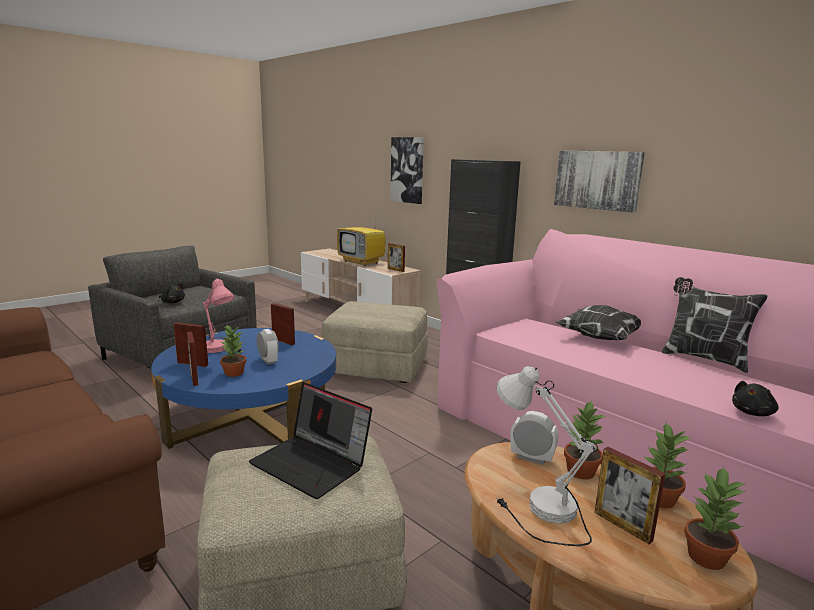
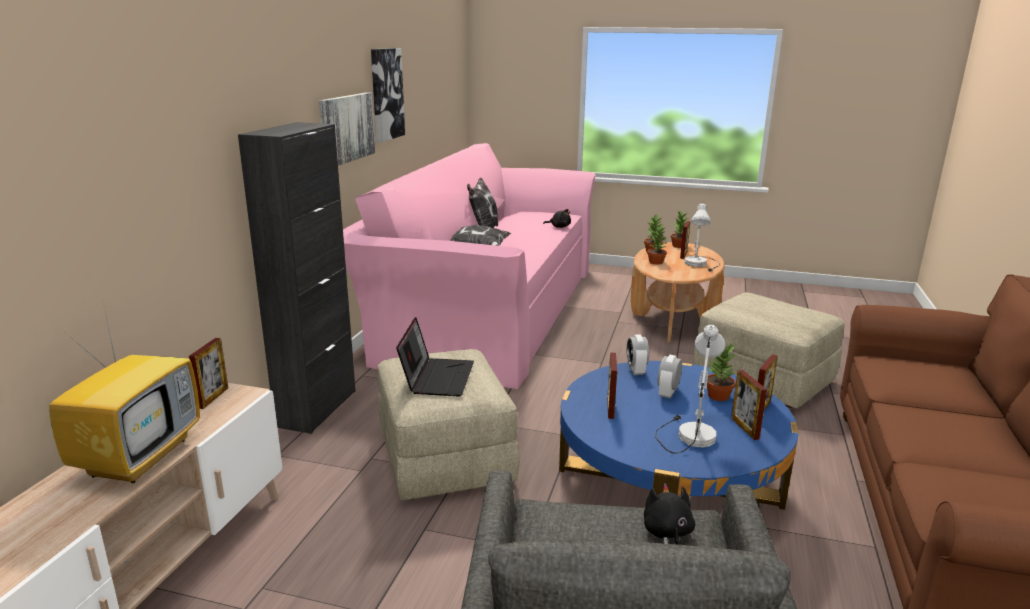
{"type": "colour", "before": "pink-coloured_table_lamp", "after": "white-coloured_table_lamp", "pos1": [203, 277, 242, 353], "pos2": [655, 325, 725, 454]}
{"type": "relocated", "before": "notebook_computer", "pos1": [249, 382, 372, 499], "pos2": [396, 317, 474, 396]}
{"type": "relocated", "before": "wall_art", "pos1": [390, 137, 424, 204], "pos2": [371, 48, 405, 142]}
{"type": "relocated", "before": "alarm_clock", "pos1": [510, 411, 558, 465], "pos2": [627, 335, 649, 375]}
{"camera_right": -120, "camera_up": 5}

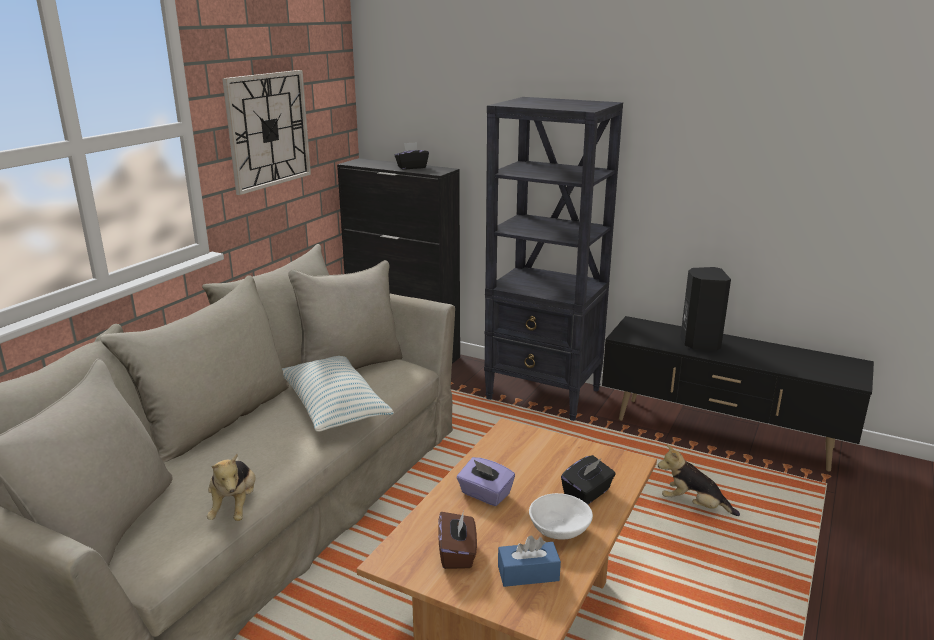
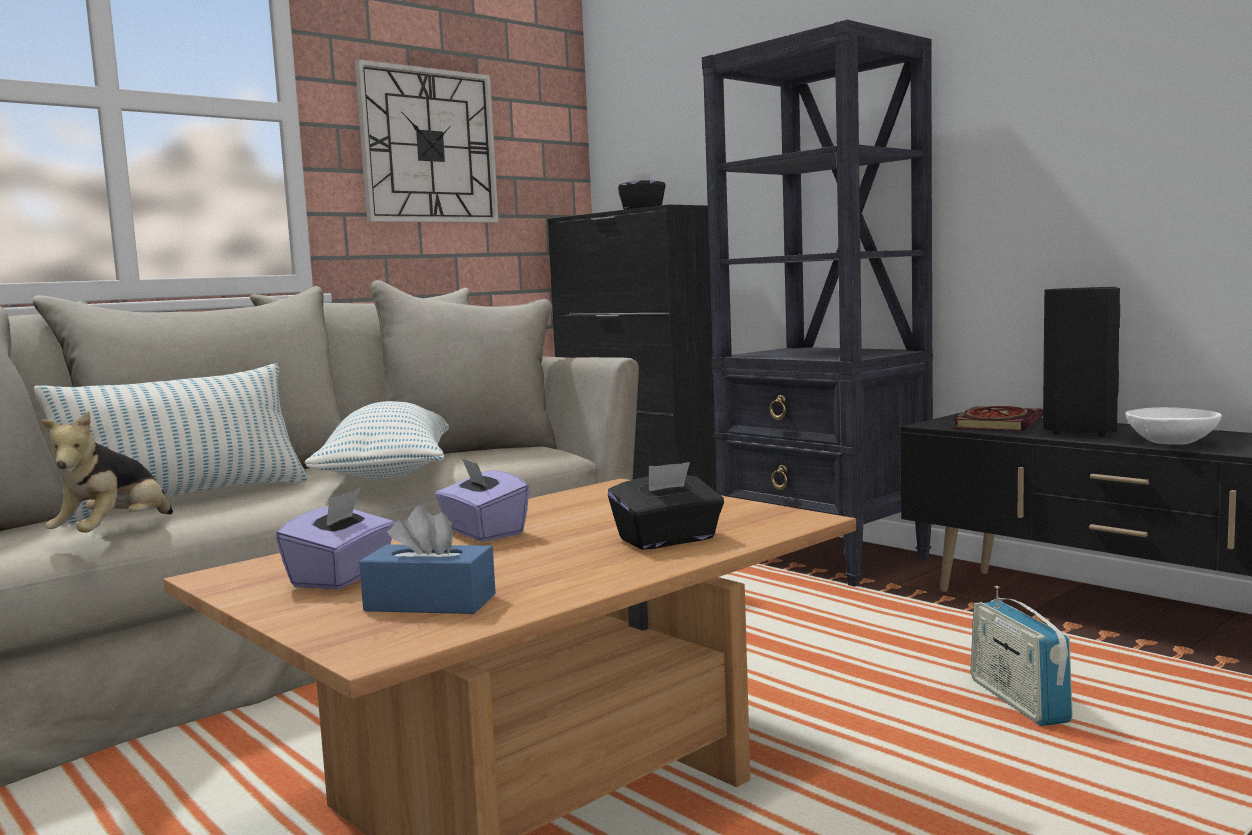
{"type": "colour", "before": "brown-coloured_box_of_tissues", "after": "purple_box_of_tissues", "pos1": [438, 511, 477, 569], "pos2": [276, 488, 395, 590]}
{"type": "relocated", "before": "white-coloured_deep_dish", "pos1": [529, 493, 593, 540], "pos2": [1125, 407, 1222, 445]}
{"type": "exchanged", "before": "plush_toy", "after": "radio_receiver", "pos1": [658, 445, 740, 516], "pos2": [970, 586, 1073, 726]}
{"type": "appeared", "after": "throw_pillow", "pos2": [34, 363, 308, 525]}
{"type": "appeared", "after": "bound_book", "pos2": [953, 406, 1043, 431]}
{"camera_right": 20, "camera_up": -15}

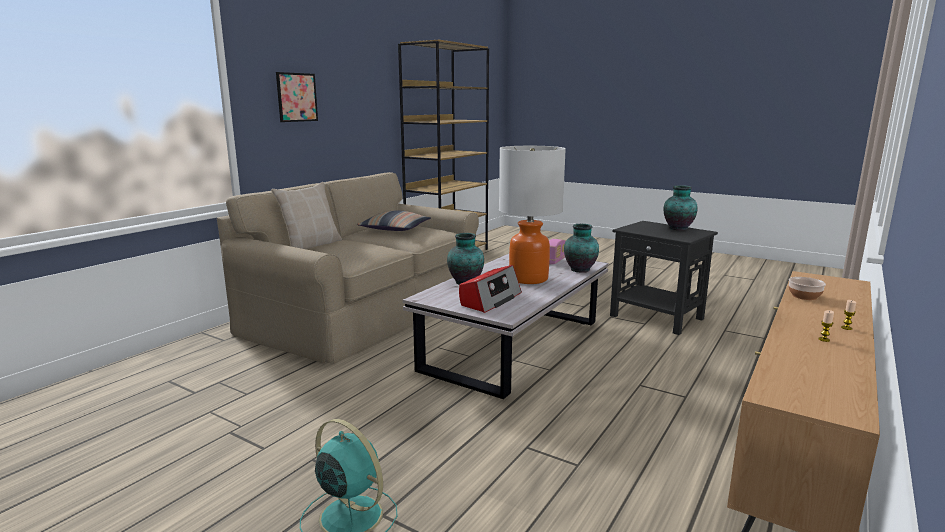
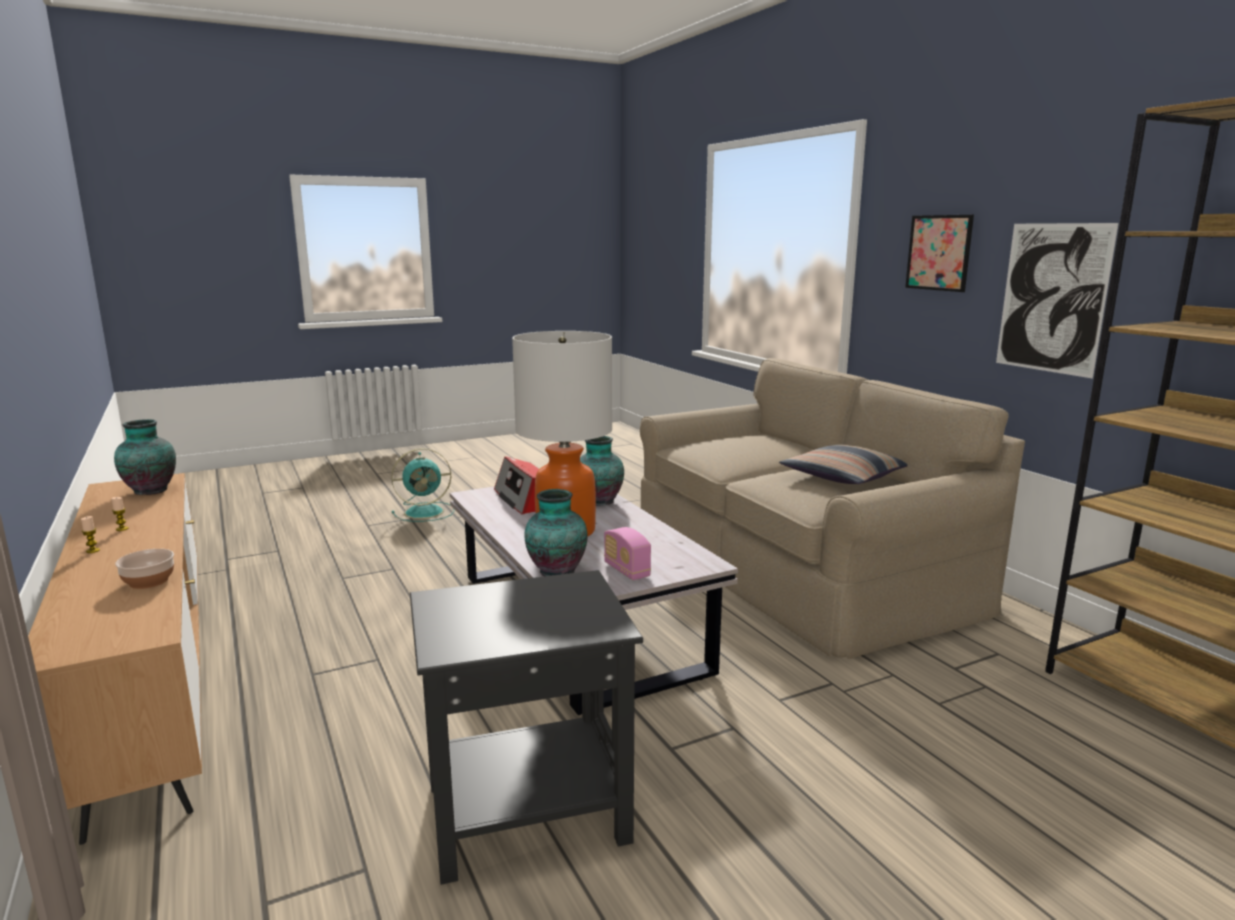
{"type": "missing", "before": "beige_throw_pillow", "pos1": [271, 182, 342, 249]}
{"type": "relocated", "before": "decorative_vase", "pos1": [663, 185, 698, 231], "pos2": [114, 419, 176, 495]}
{"type": "appeared", "after": "wall_art", "pos2": [996, 223, 1119, 379]}
{"camera_right": 120, "camera_up": 0}

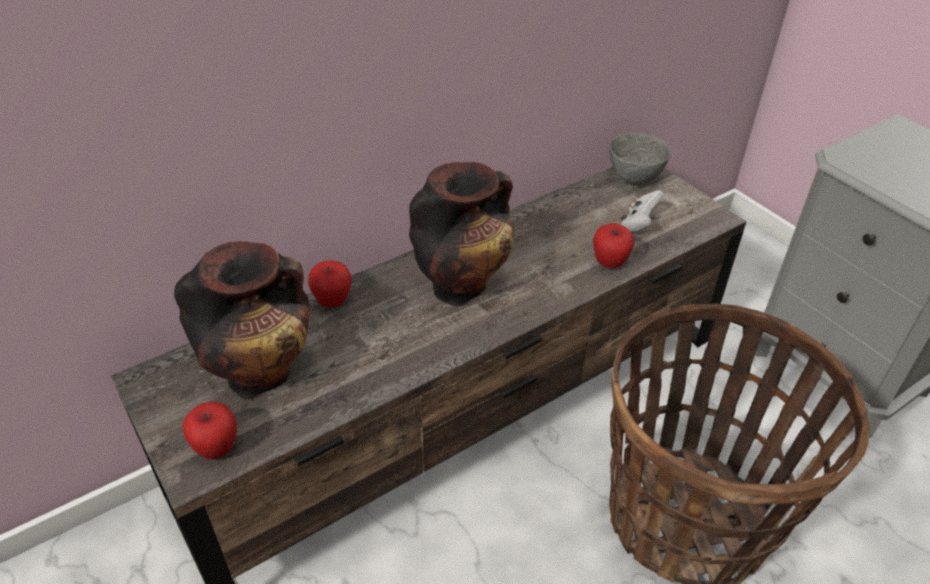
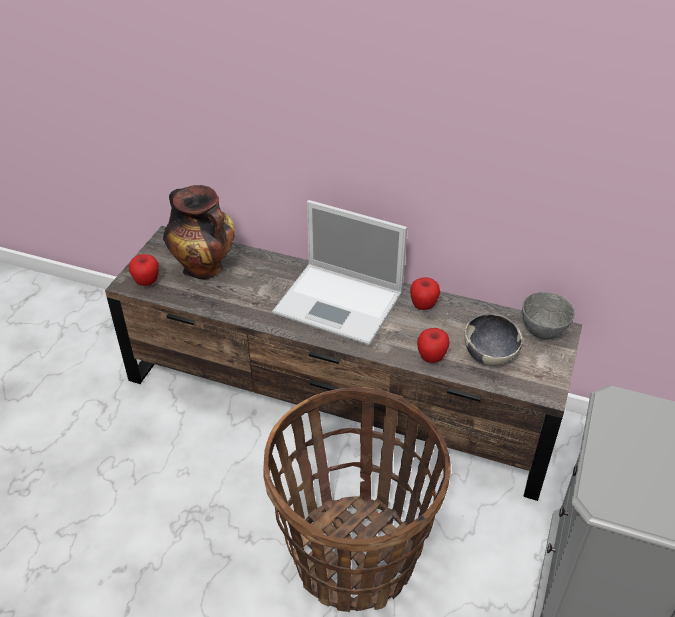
{"type": "relocated", "before": "whole_apple", "pos1": [308, 260, 352, 308], "pos2": [410, 277, 440, 310]}
{"type": "exchanged", "before": "decorative_vase", "after": "notebook_computer", "pos1": [409, 162, 514, 306], "pos2": [272, 200, 407, 346]}
{"type": "exchanged", "before": "white-coloured_game_controller", "after": "deep_dish", "pos1": [620, 190, 664, 232], "pos2": [465, 314, 523, 365]}
{"camera_right": 55, "camera_up": 0}

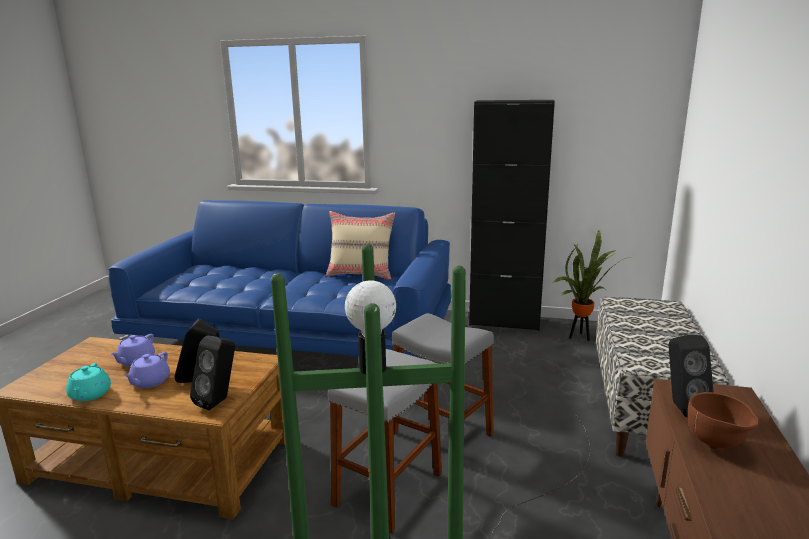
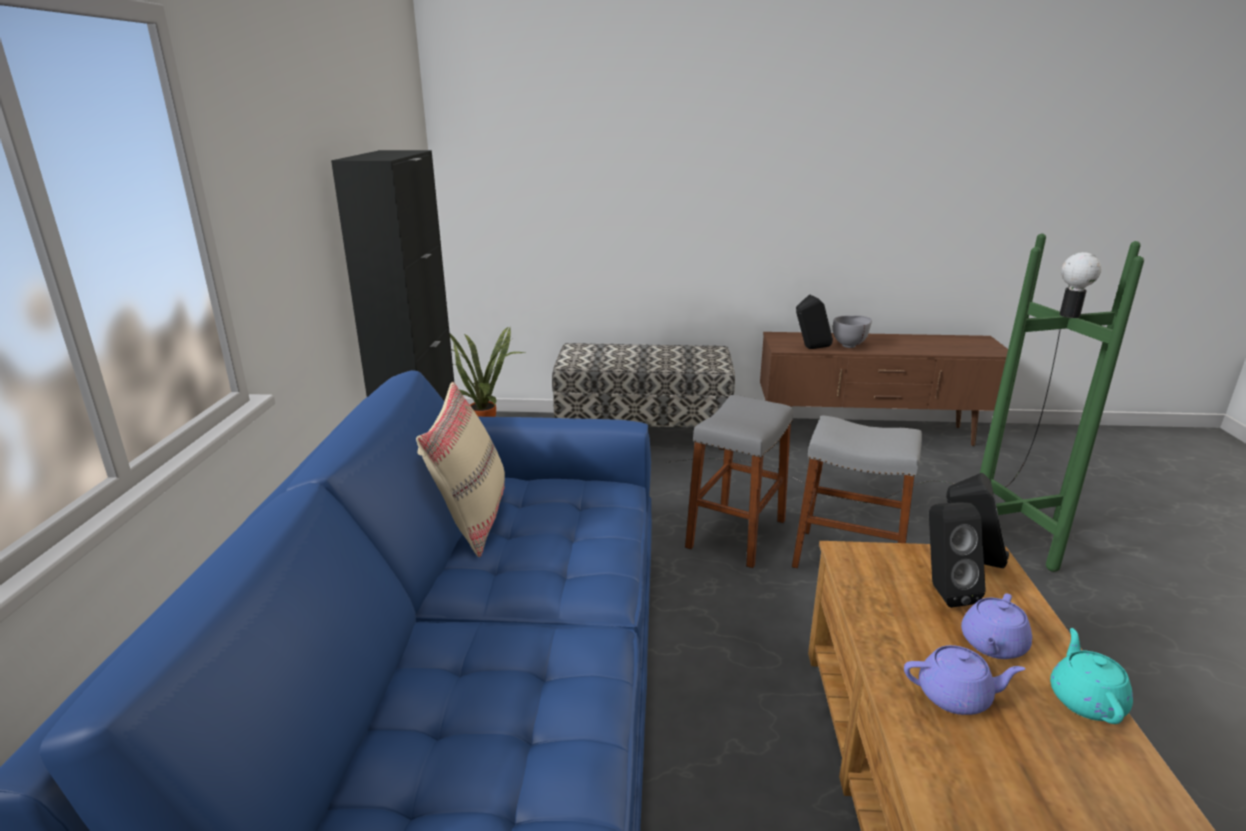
{"type": "spun", "before": "blue-green_teapot", "pos1": [66, 363, 111, 401], "pos2": [1050, 628, 1133, 724], "turn": -60}
{"type": "spun", "before": "purple_teapot", "pos1": [124, 352, 170, 388], "pos2": [961, 593, 1032, 659], "turn": 120}
{"type": "colour", "before": "brown-coloured_deep_dish", "after": "greyish_deep_dish", "pos1": [688, 392, 760, 450], "pos2": [833, 315, 872, 348]}
{"camera_right": -100, "camera_up": 5}

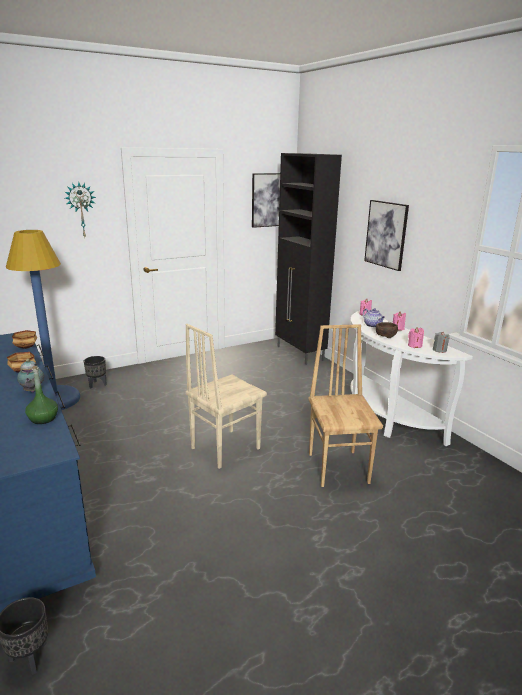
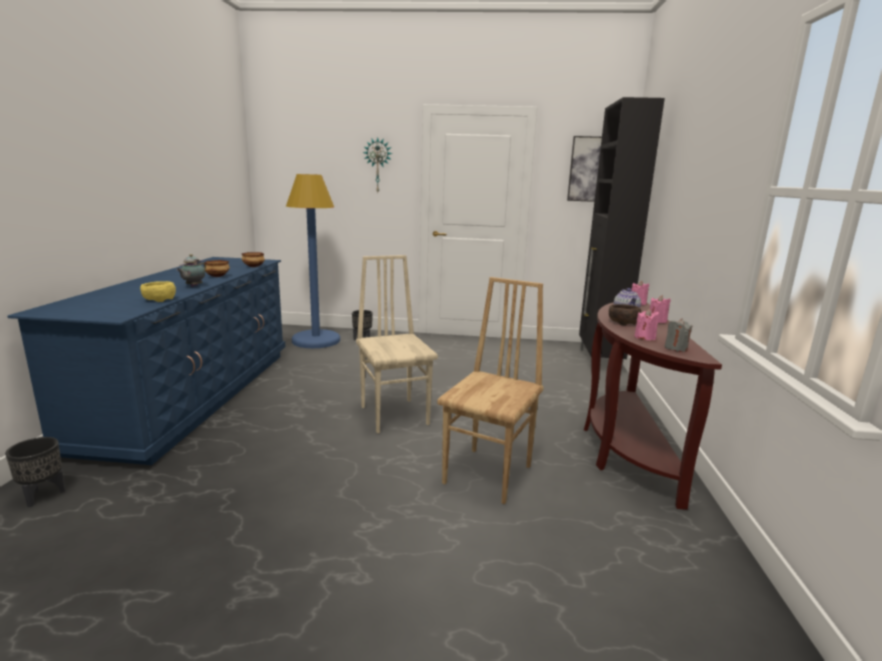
{"type": "exchanged", "before": "green_beverage_bottle", "after": "yellow_deep_dish", "pos1": [25, 366, 58, 424], "pos2": [140, 281, 176, 302]}
{"type": "spun", "before": "beige_chair", "pos1": [186, 324, 267, 469], "pos2": [356, 255, 438, 433], "turn": 75}
{"type": "colour", "before": "white-coloured_console_table", "after": "brown-coloured_console_table", "pos1": [350, 311, 473, 446], "pos2": [584, 302, 722, 510]}
{"type": "missing", "before": "wall_art", "pos1": [364, 200, 409, 271]}
{"camera_right": 35, "camera_up": -5}

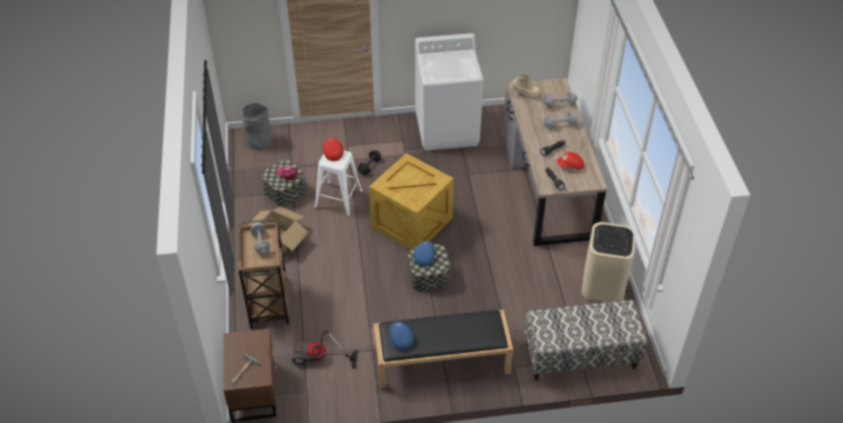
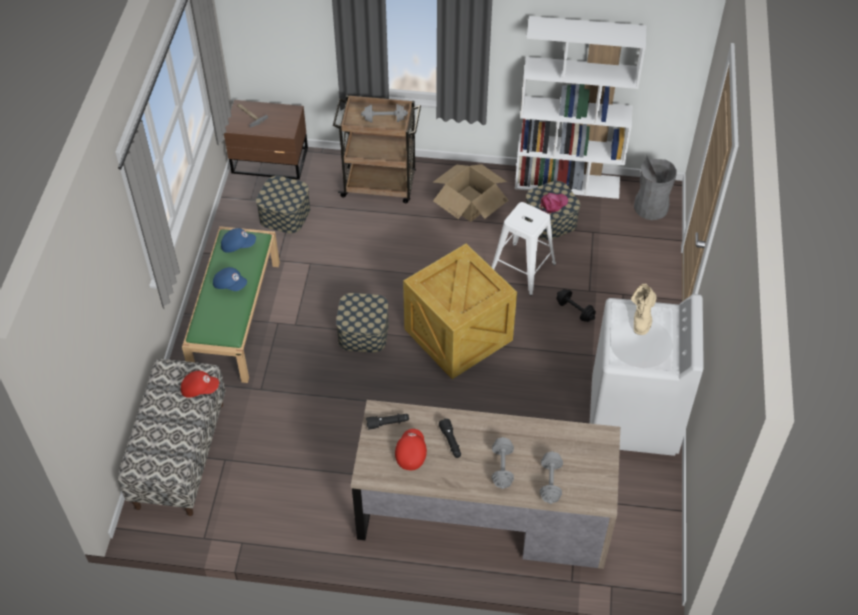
{"type": "exchanged", "before": "vacuum", "after": "storage_box", "pos1": [292, 331, 358, 369], "pos2": [256, 176, 310, 234]}
{"type": "relocated", "before": "red_peaked_cap", "pos1": [323, 138, 343, 161], "pos2": [181, 371, 219, 398]}
{"type": "colour", "before": "blackish_indoor_bench", "after": "green_indoor_bench", "pos1": [374, 309, 513, 389], "pos2": [182, 226, 280, 383]}
{"type": "relocated", "before": "blue_peaked_cap", "pos1": [414, 241, 435, 267], "pos2": [213, 267, 247, 291]}
{"type": "relocated", "before": "beige_tall_boot", "pos1": [510, 74, 540, 97], "pos2": [631, 284, 656, 335]}
{"type": "missing", "before": "beige_rubbish_bin", "pos1": [582, 222, 635, 302]}
{"type": "appeared", "after": "white-coloured_bookshelf", "pos2": [515, 16, 646, 199]}
{"camera_right": 105, "camera_up": 5}

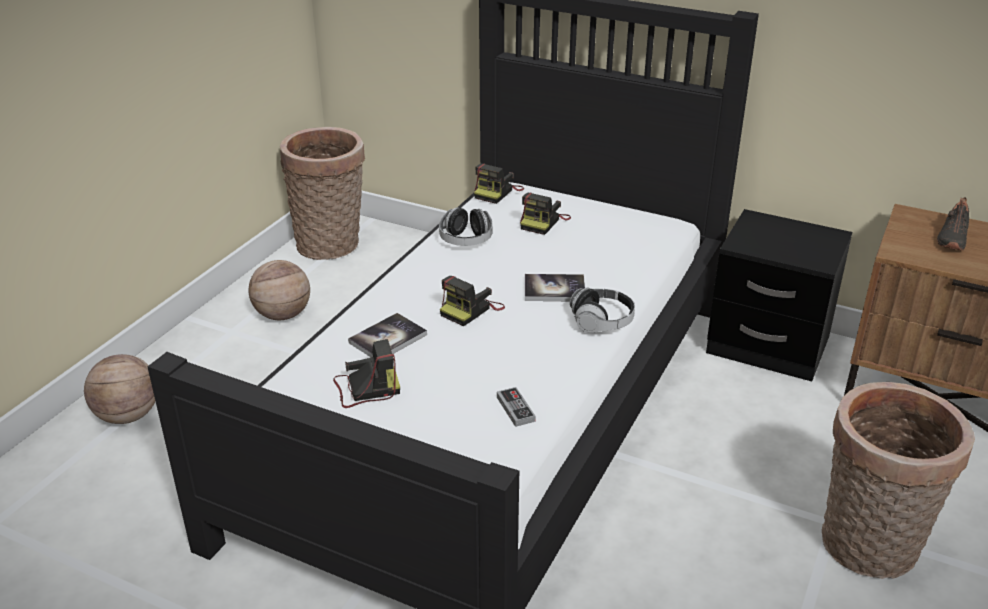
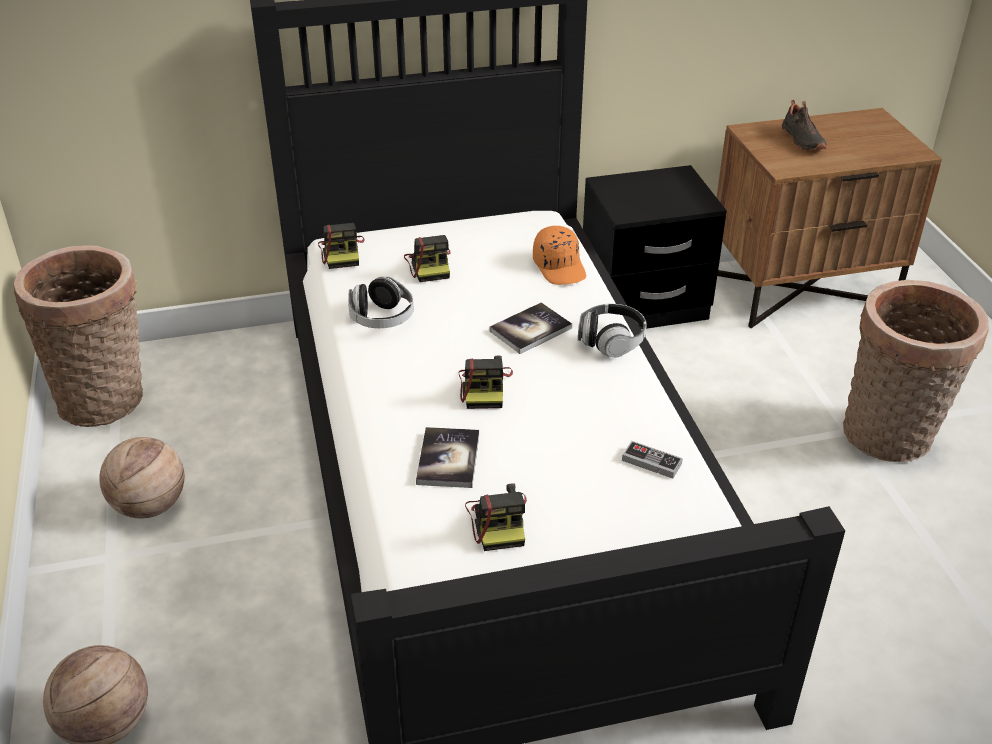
{"type": "spun", "before": "still_camera", "pos1": [333, 339, 400, 408], "pos2": [465, 483, 527, 551], "turn": 135}
{"type": "appeared", "after": "orangey_peaked_cap", "pos2": [533, 226, 586, 285]}
{"camera_right": -40, "camera_up": 5}

